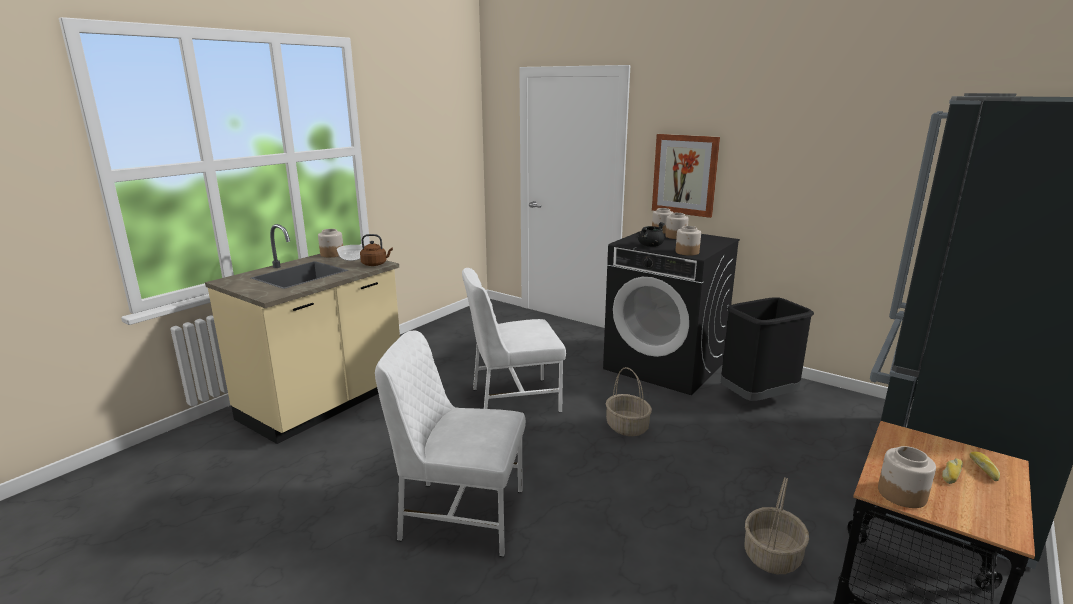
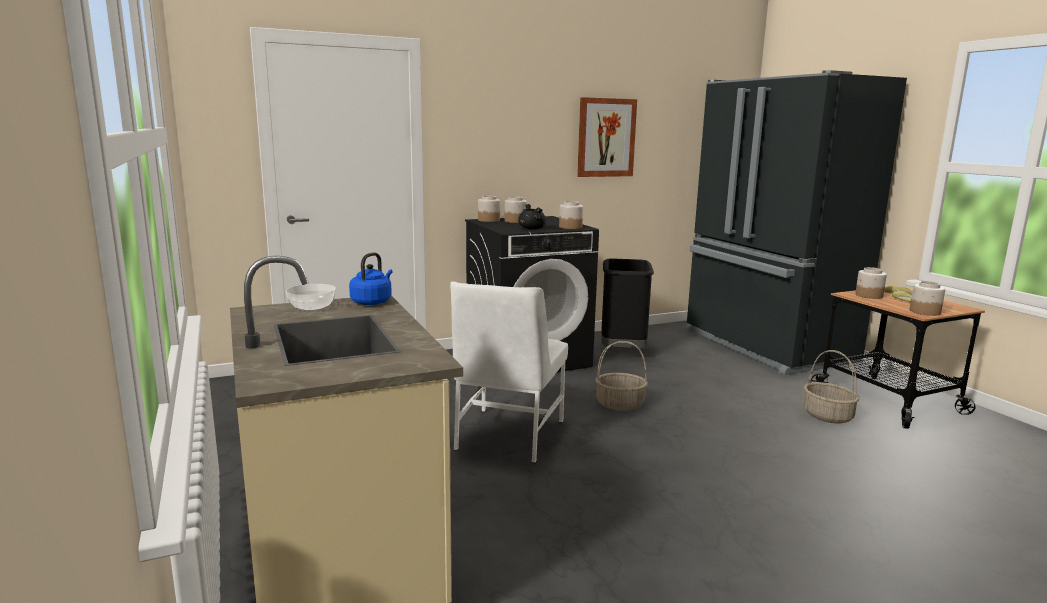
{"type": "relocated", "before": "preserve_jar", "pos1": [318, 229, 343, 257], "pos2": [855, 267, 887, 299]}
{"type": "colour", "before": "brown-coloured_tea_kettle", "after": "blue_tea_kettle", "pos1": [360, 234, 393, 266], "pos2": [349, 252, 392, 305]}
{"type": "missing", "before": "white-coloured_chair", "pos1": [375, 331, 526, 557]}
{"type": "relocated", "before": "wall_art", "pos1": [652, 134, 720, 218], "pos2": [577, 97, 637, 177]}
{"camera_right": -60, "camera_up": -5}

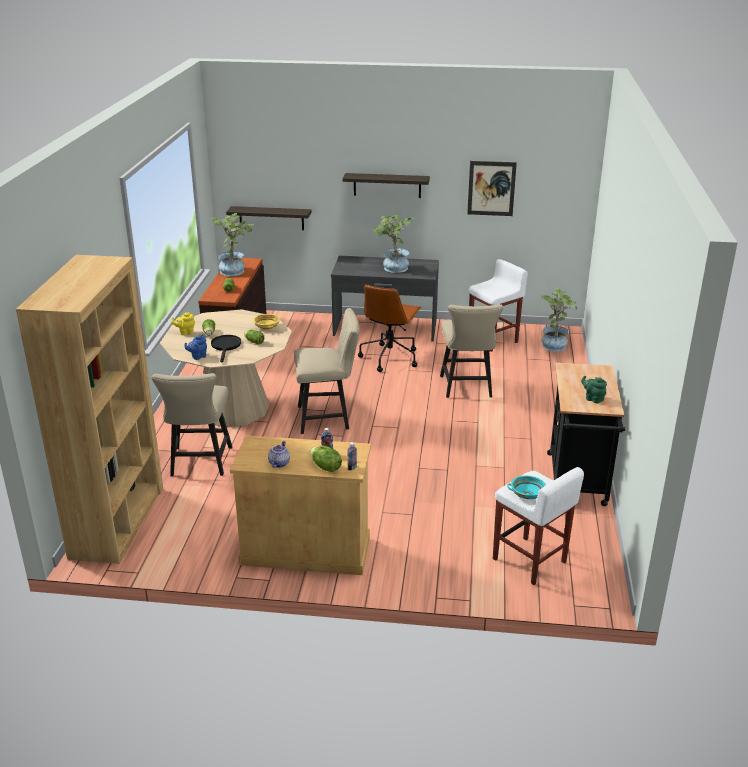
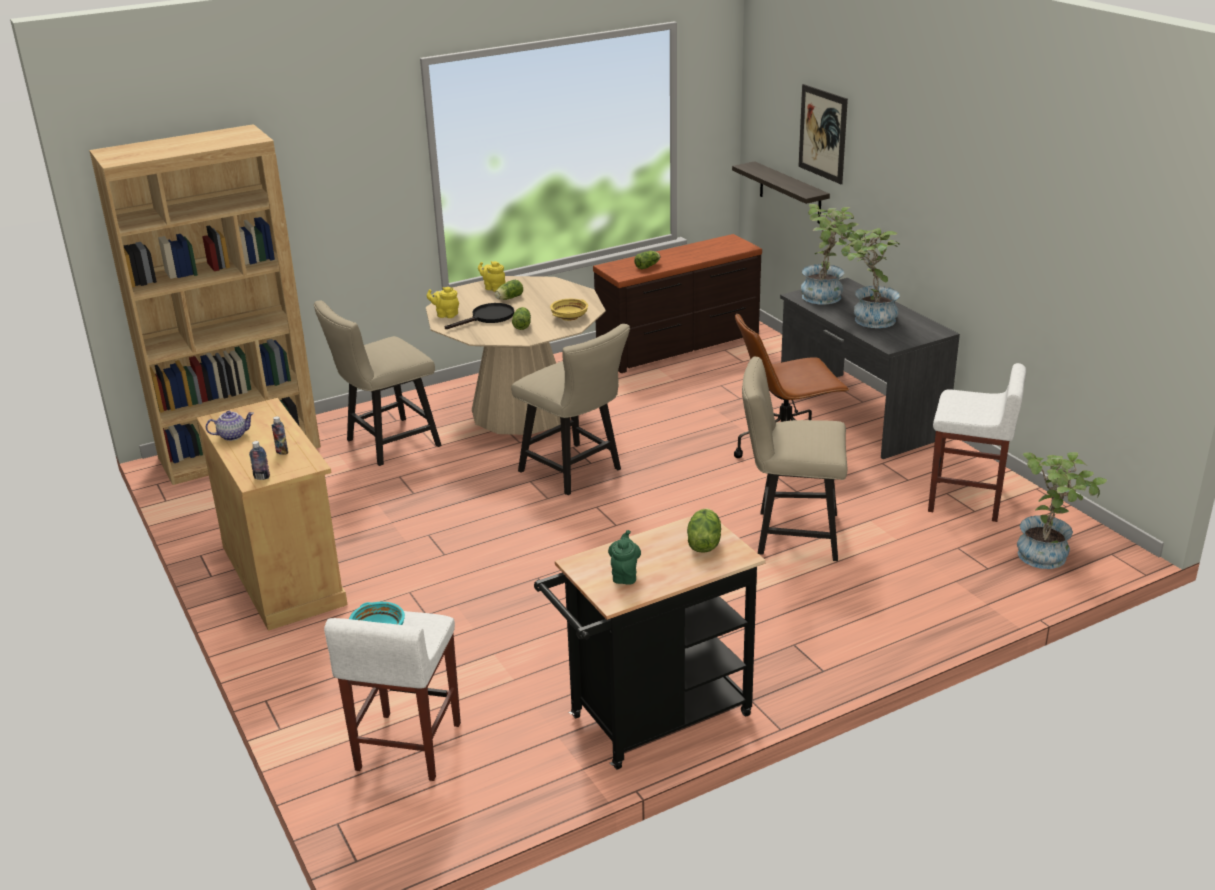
{"type": "colour", "before": "blue_teapot", "after": "yellow_teapot", "pos1": [184, 335, 207, 360], "pos2": [427, 287, 459, 318]}
{"type": "relocated", "before": "potted_plant", "pos1": [210, 213, 254, 276], "pos2": [801, 204, 870, 304]}
{"type": "relocated", "before": "head_of_lettuce", "pos1": [310, 446, 342, 472], "pos2": [687, 508, 721, 553]}
{"type": "missing", "before": "bracket_shelf", "pos1": [343, 173, 430, 198]}
{"type": "spun", "before": "beige_chair", "pos1": [440, 304, 504, 398], "pos2": [742, 357, 848, 561], "turn": 45}
{"type": "relocated", "before": "wall_art", "pos1": [467, 161, 517, 216], "pos2": [798, 84, 848, 184]}
{"camera_right": 55, "camera_up": 0}

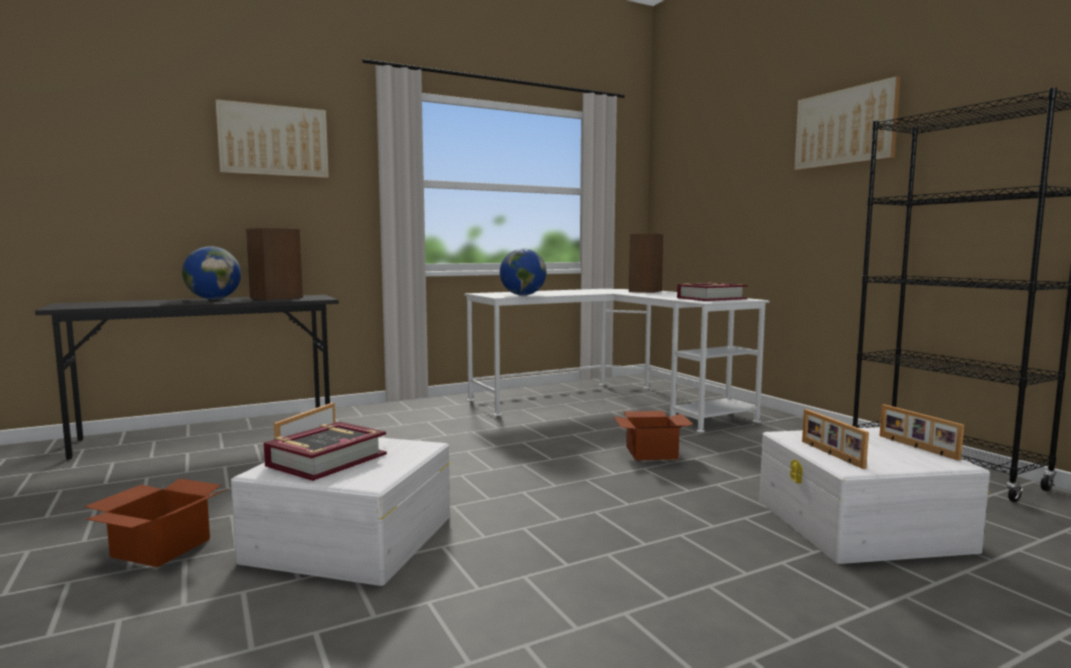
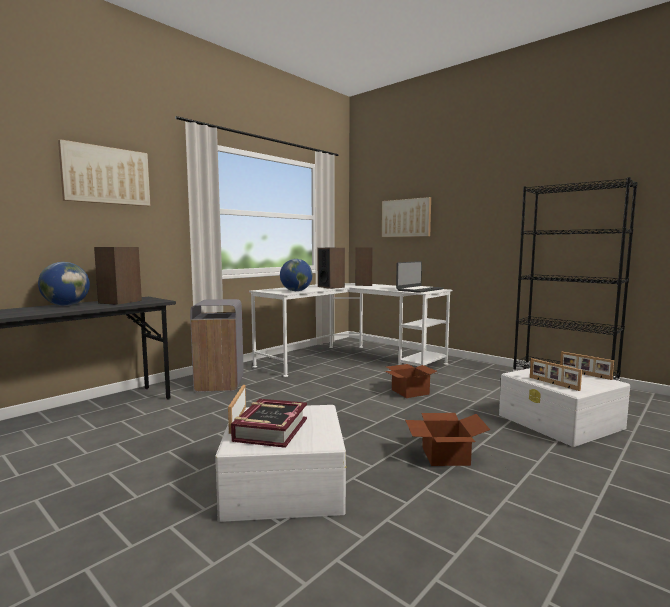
{"type": "relocated", "before": "carton", "pos1": [84, 479, 228, 567], "pos2": [405, 413, 490, 466]}
{"type": "exchanged", "before": "bound_book", "after": "notebook_computer", "pos1": [677, 282, 748, 301], "pos2": [396, 261, 443, 293]}
{"type": "relocated", "before": "wall_art", "pos1": [794, 77, 901, 171], "pos2": [382, 197, 431, 237]}
{"type": "appeared", "after": "greyish_rubbish_bin", "pos2": [190, 299, 244, 392]}
{"type": "appeared", "after": "speaker", "pos2": [318, 248, 345, 289]}
{"camera_right": -20, "camera_up": 0}

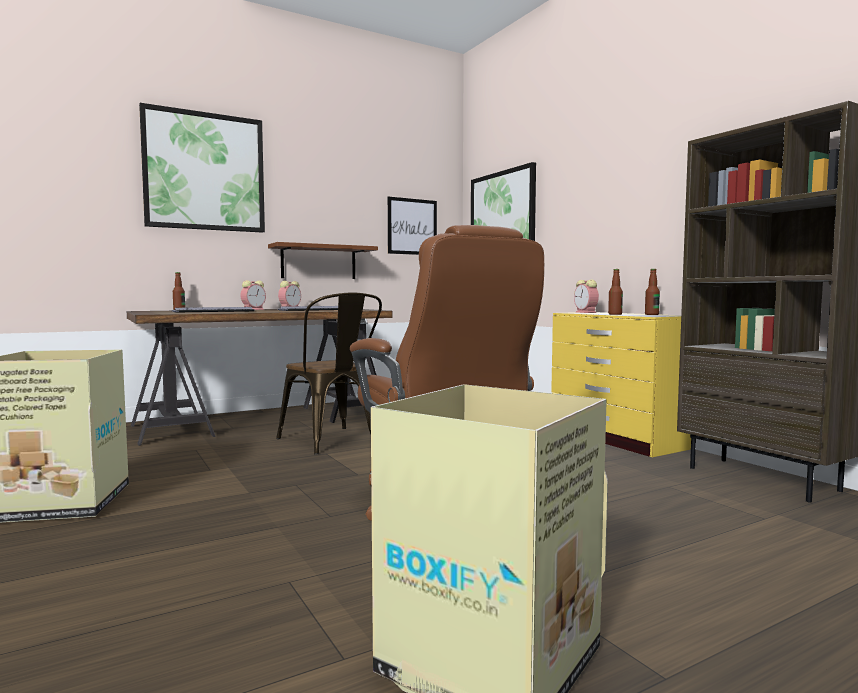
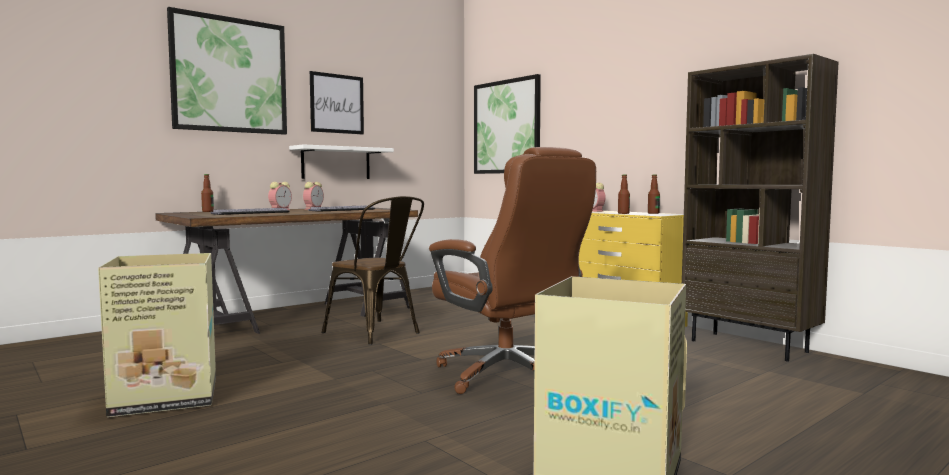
{"type": "colour", "before": "brown-coloured_bracket_shelf", "after": "white-coloured_bracket_shelf", "pos1": [268, 242, 378, 279], "pos2": [289, 144, 394, 179]}
{"type": "relocated", "before": "wall_art", "pos1": [388, 197, 437, 255], "pos2": [310, 71, 364, 134]}
{"camera_right": -10, "camera_up": 0}

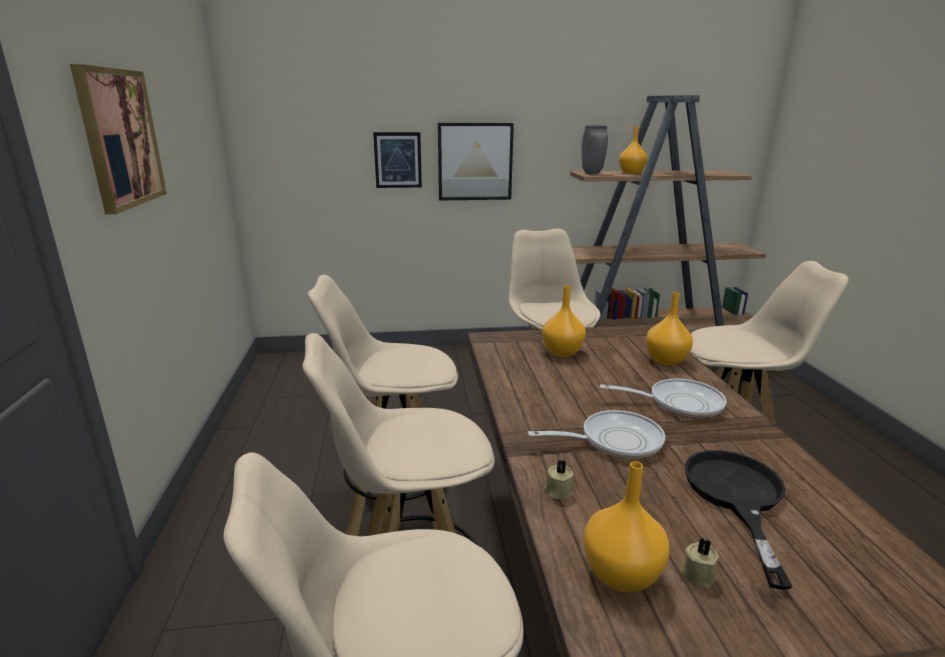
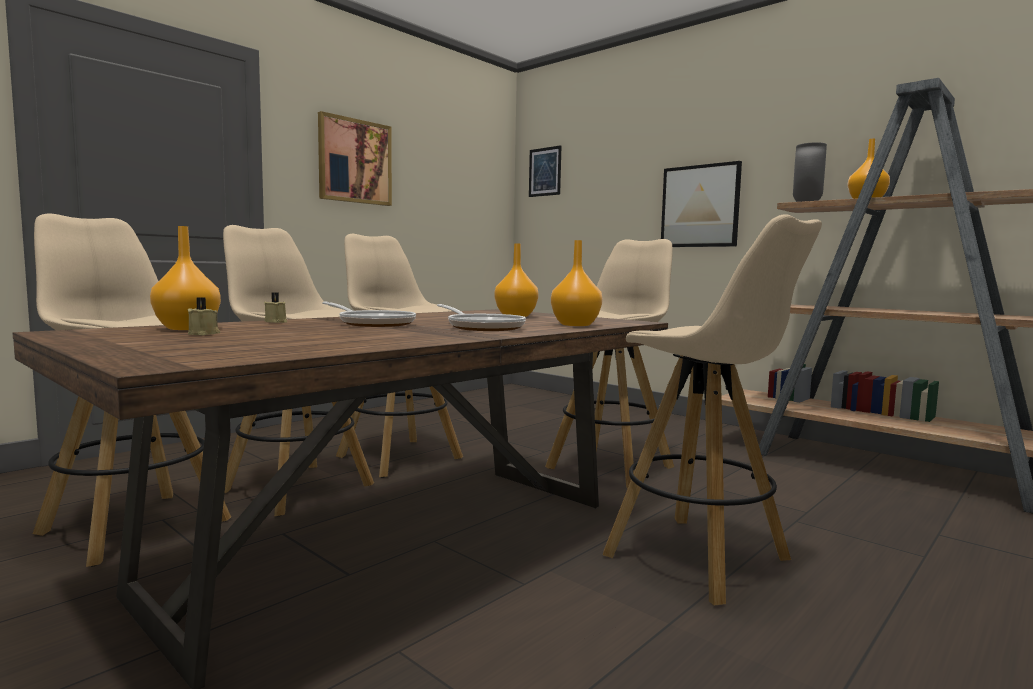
{"type": "relocated", "before": "wall_art", "pos1": [373, 132, 422, 188], "pos2": [529, 145, 561, 197]}
{"type": "missing", "before": "blackish_pan", "pos1": [685, 450, 792, 590]}
{"camera_right": 50, "camera_up": -15}

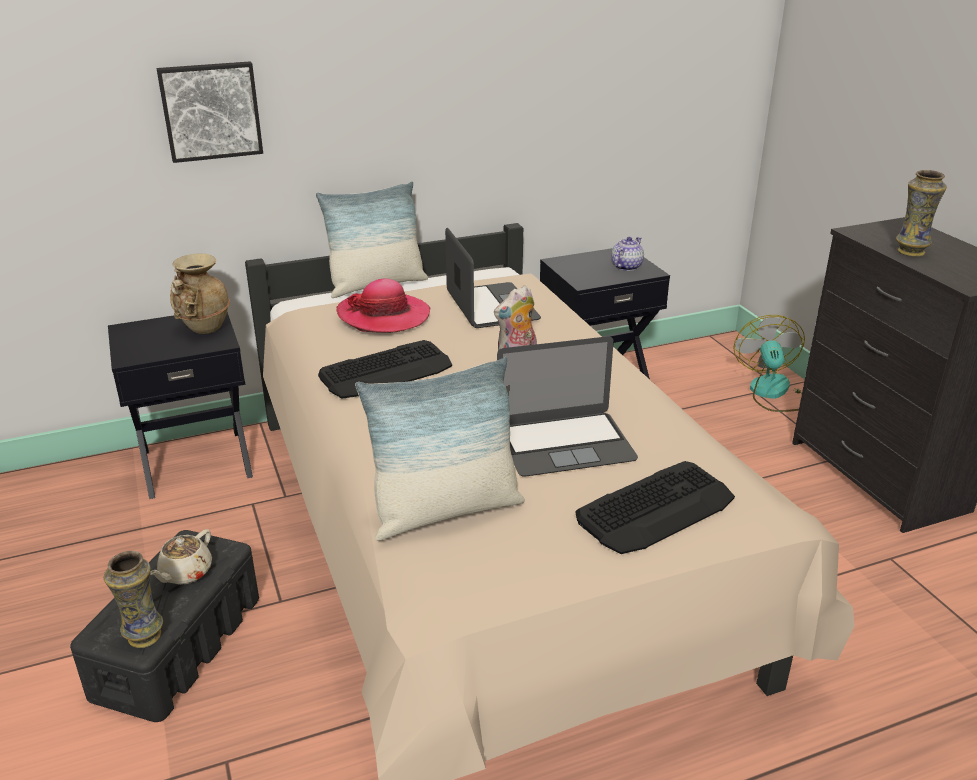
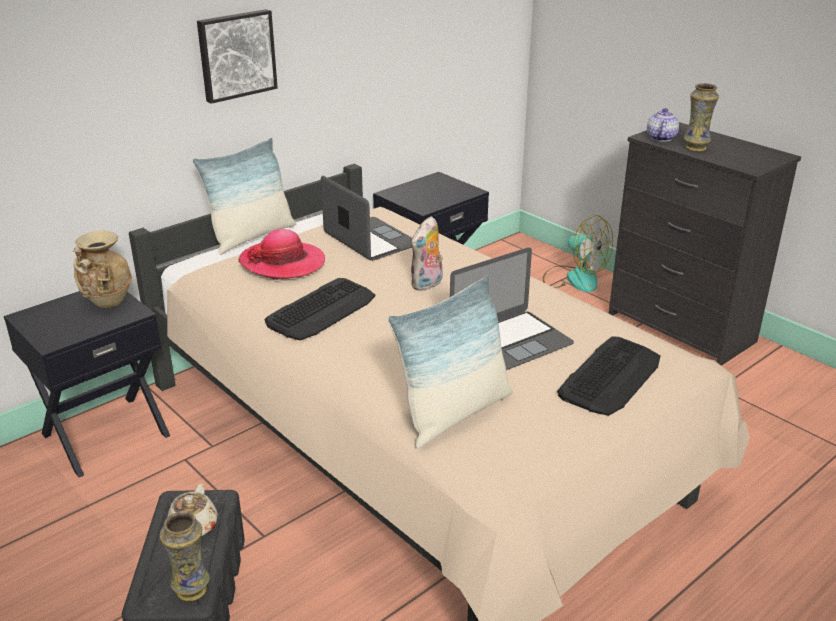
{"type": "relocated", "before": "wall_art", "pos1": [156, 61, 263, 163], "pos2": [197, 9, 278, 104]}
{"type": "relocated", "before": "teapot", "pos1": [611, 237, 644, 271], "pos2": [647, 108, 679, 142]}
{"type": "spun", "before": "electric_fan", "pos1": [733, 315, 805, 412], "pos2": [543, 215, 613, 292], "turn": 150}
{"camera_right": -20, "camera_up": 0}

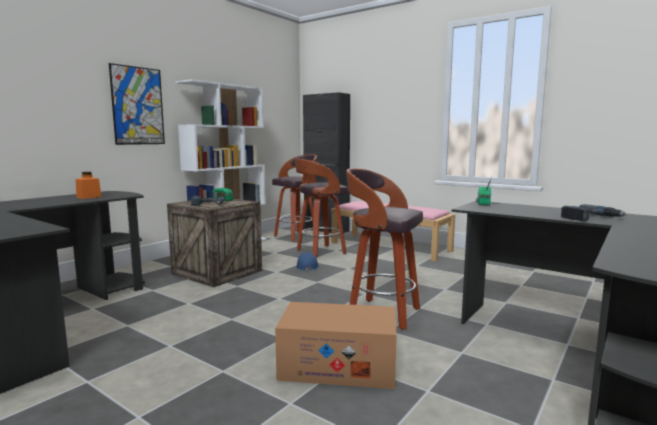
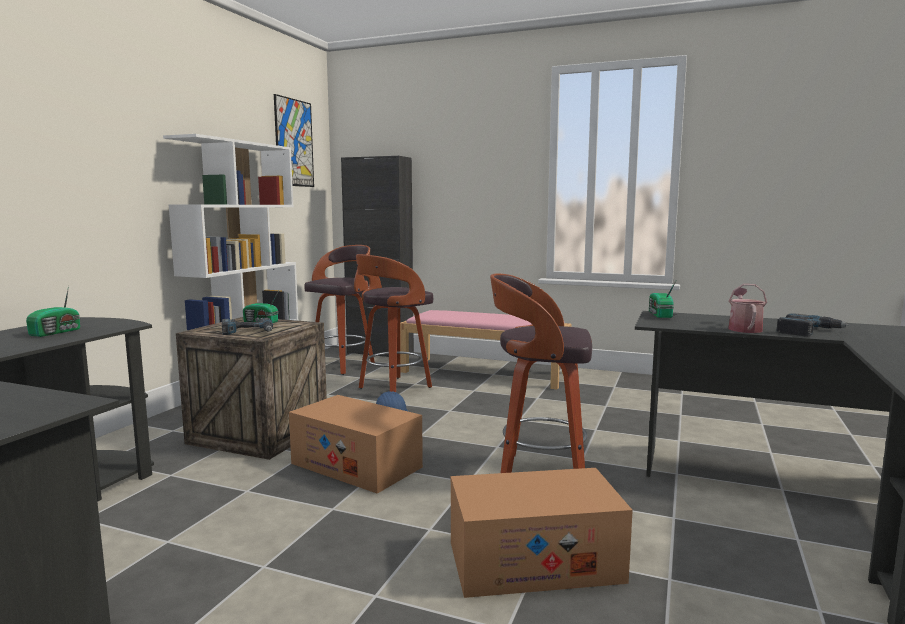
{"type": "exchanged", "before": "orangey_preserve_jar", "after": "radio_receiver", "pos1": [76, 172, 102, 199], "pos2": [26, 286, 80, 337]}
{"type": "relocated", "before": "wall_art", "pos1": [109, 63, 165, 145], "pos2": [274, 94, 314, 187]}
{"type": "appeared", "after": "carton", "pos2": [289, 395, 423, 494]}
{"type": "appeared", "after": "watering_pot", "pos2": [728, 284, 767, 333]}
{"camera_right": -15, "camera_up": 0}

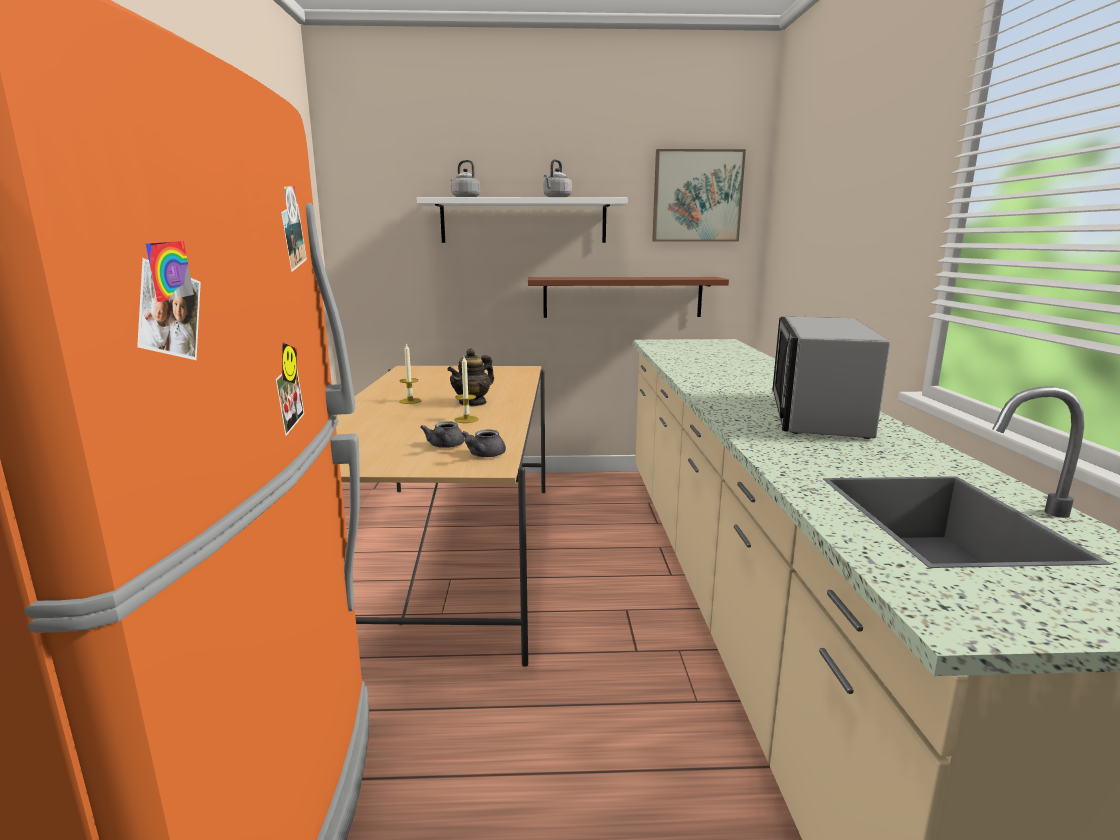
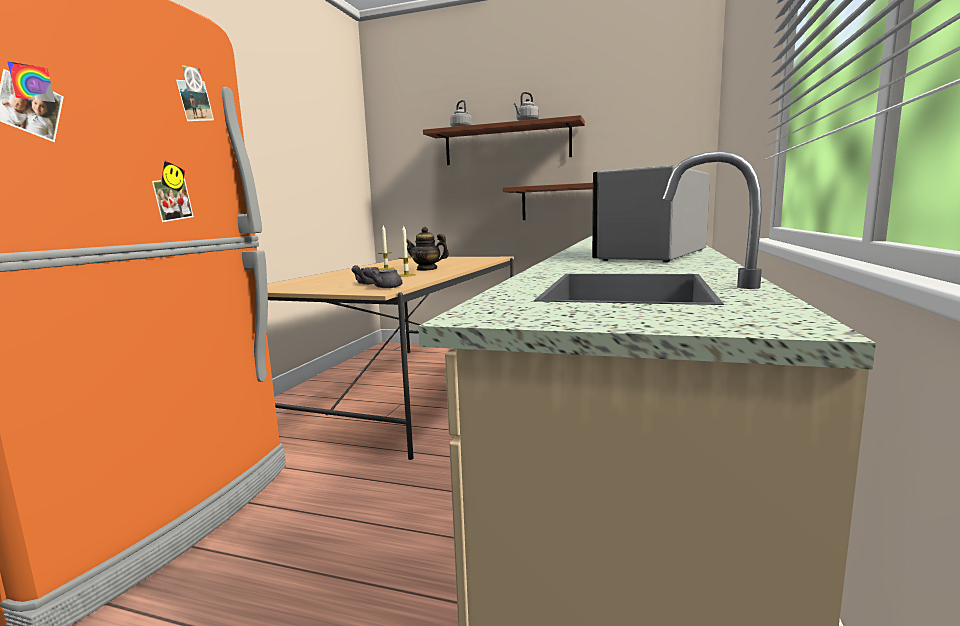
{"type": "colour", "before": "white-coloured_bracket_shelf", "after": "brown-coloured_bracket_shelf", "pos1": [417, 197, 627, 243], "pos2": [423, 115, 585, 165]}
{"type": "spun", "before": "teapot", "pos1": [447, 348, 494, 406], "pos2": [406, 227, 449, 271], "turn": 45}
{"type": "missing", "before": "wall_art", "pos1": [652, 149, 746, 242]}
{"camera_right": 20, "camera_up": -5}

